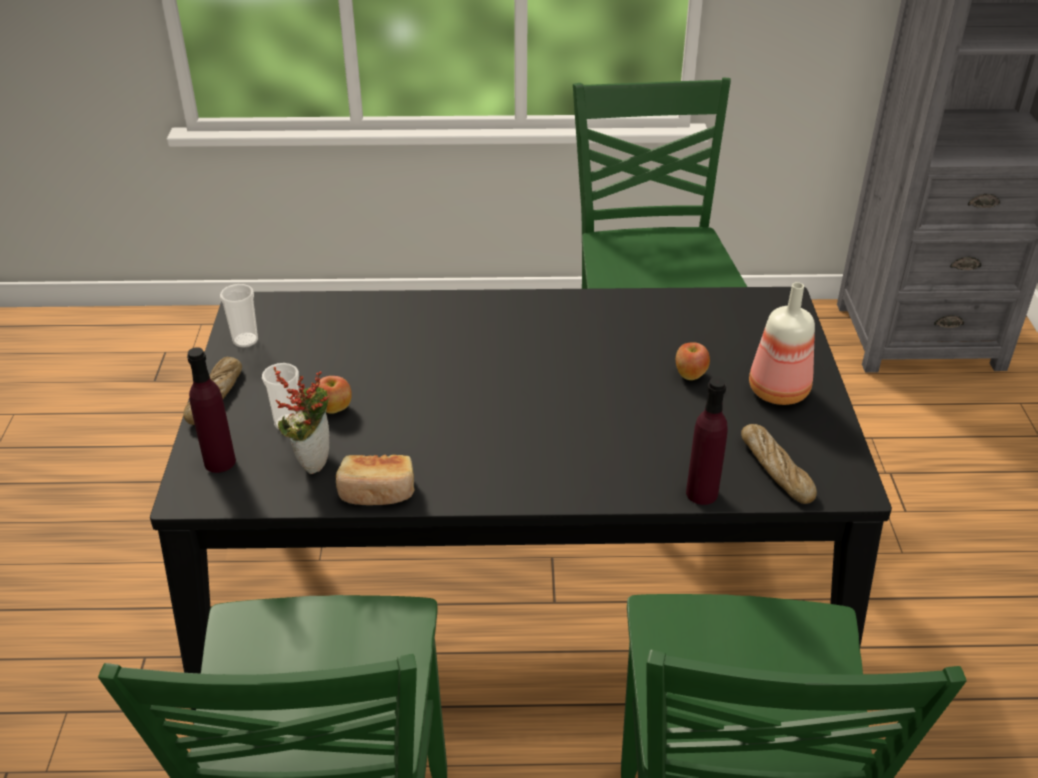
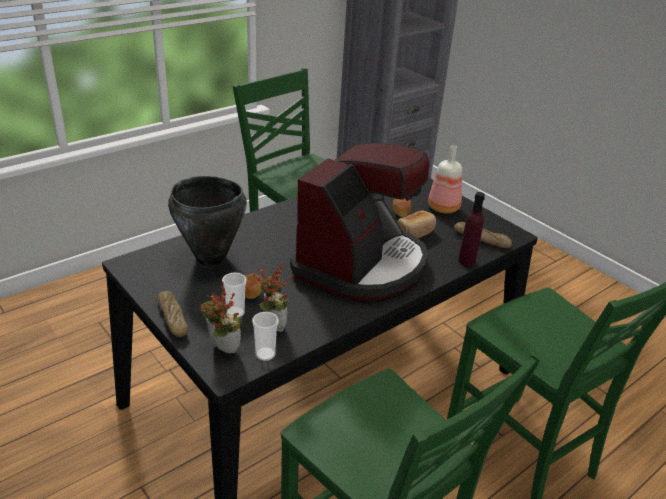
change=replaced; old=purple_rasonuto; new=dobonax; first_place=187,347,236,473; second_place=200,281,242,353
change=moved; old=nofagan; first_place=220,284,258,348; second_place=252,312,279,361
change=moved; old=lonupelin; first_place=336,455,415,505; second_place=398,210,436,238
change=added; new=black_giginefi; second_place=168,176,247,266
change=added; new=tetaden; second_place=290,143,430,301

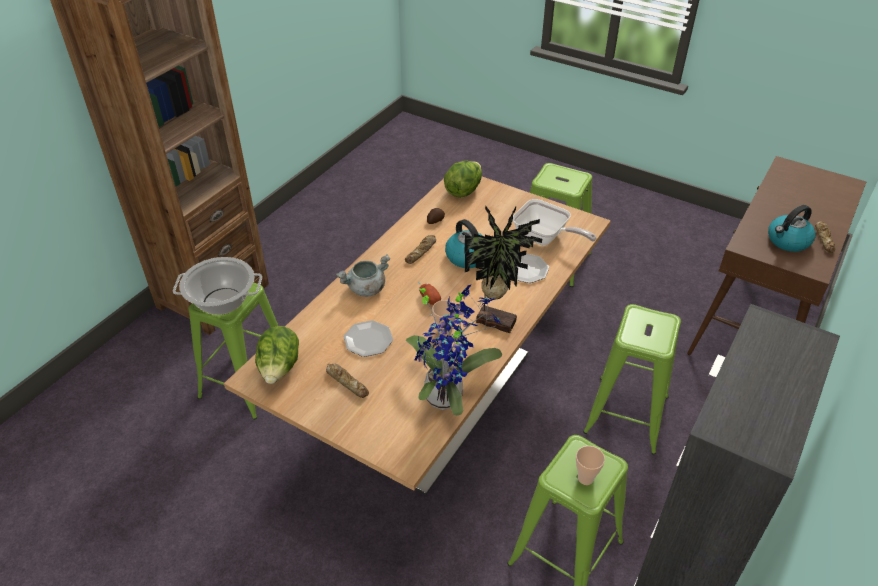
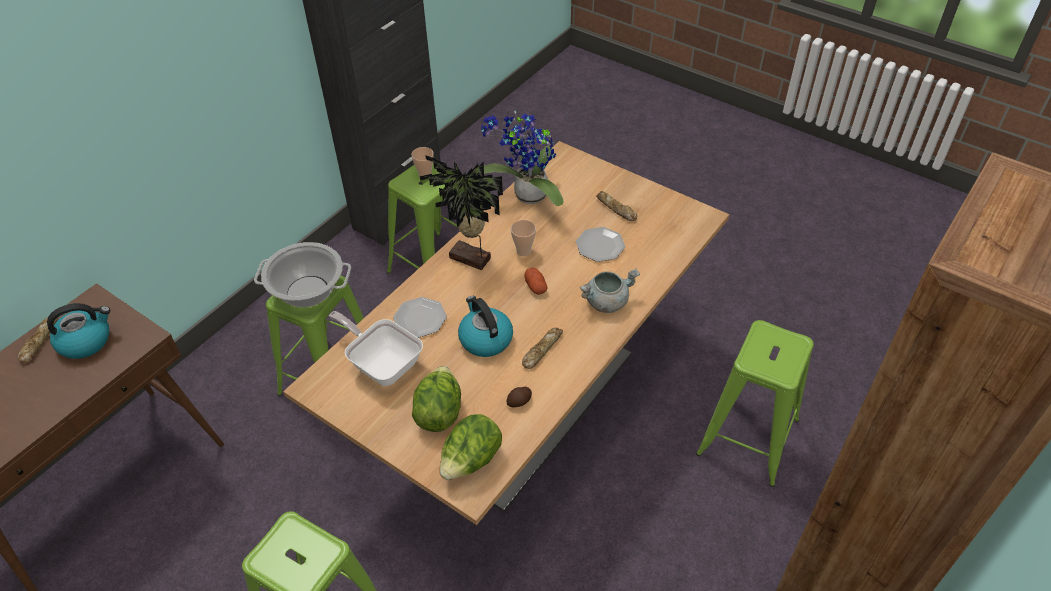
change=moved; old=giginefi; first_place=173,257,262,315; second_place=254,242,351,307
change=moved; old=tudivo; first_place=255,326,299,384; second_place=412,366,461,432

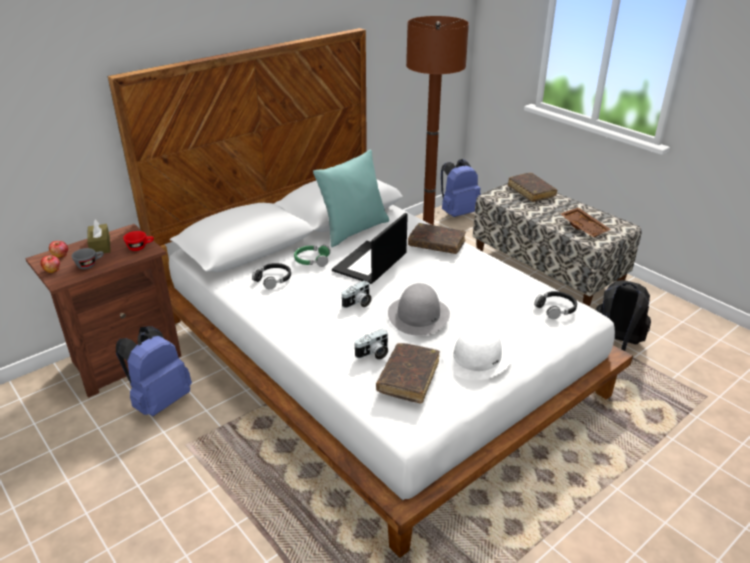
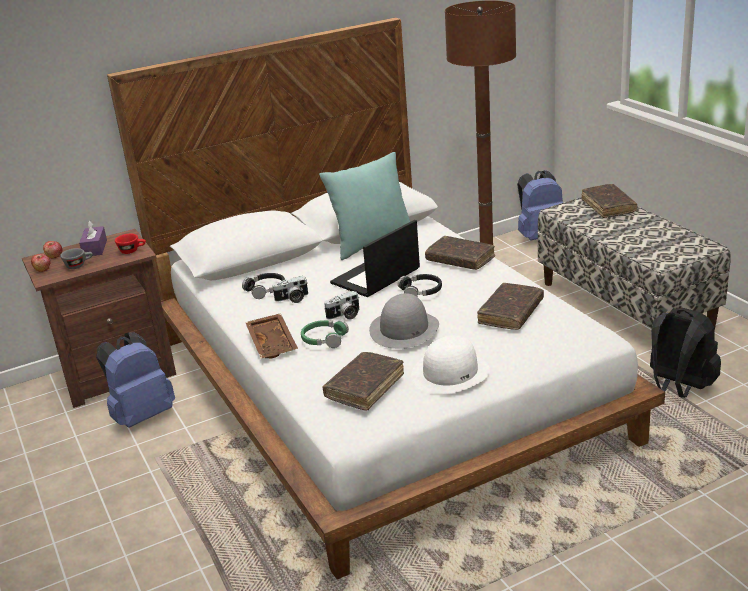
change=recoloured; old=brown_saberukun; new=purple_saberukun; first_place=87,219,110,253; second_place=79,220,107,257
change=moved; old=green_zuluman; first_place=294,245,331,267; second_place=301,320,349,348
change=moved; old=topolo; first_place=354,329,388,360; second_place=273,276,308,303
change=moved; old=black_zuluman; first_place=534,291,577,319; second_place=398,274,442,296
change=moved; old=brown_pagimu; first_place=561,207,611,237; second_place=245,313,298,359
change=added; new=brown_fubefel; second_place=477,283,544,330

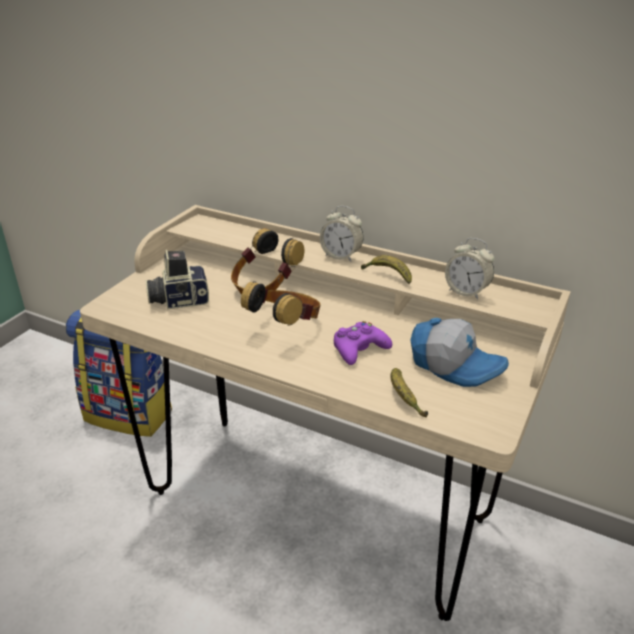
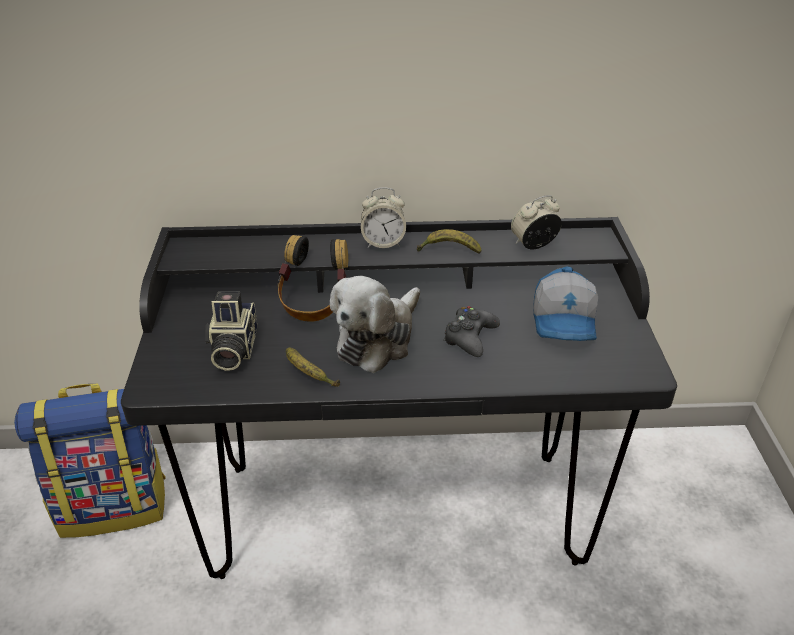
change=recoloured; old=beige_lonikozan; new=black_lonikozan; first_place=80,205,571,621; second_place=121,217,677,579
change=turned; old=topolo; first_place=145,250,209,309; second_place=205,291,257,371; degrees=-45
change=replaced; old=zuluman; new=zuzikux; first_place=241,281,321,326; second_place=330,276,420,373
change=recoloured; old=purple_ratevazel; new=black_ratevazel; first_place=334,321,392,365; second_place=443,306,500,357
change=moved; old=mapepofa; first_place=390,368,428,418; second_place=286,347,340,386
change=turned; old=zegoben; first_place=410,318,509,387; second_place=533,266,598,341; degrees=90
change=turned; old=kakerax; first_place=445,238,494,300; second_place=511,195,562,249; degrees=150

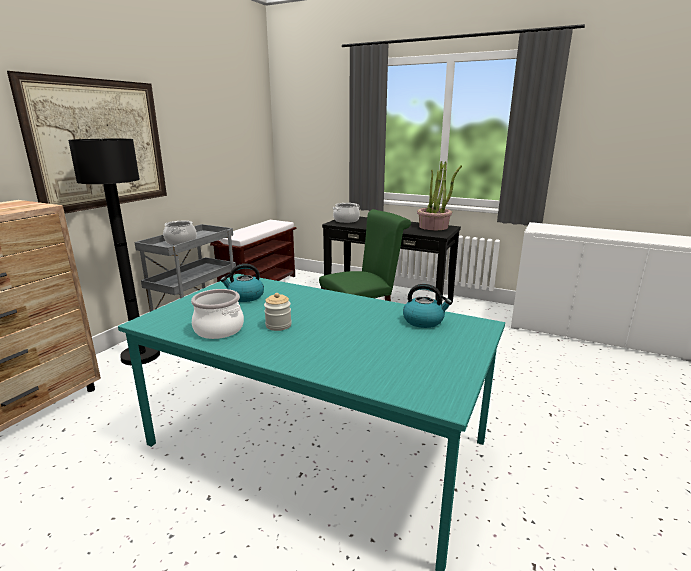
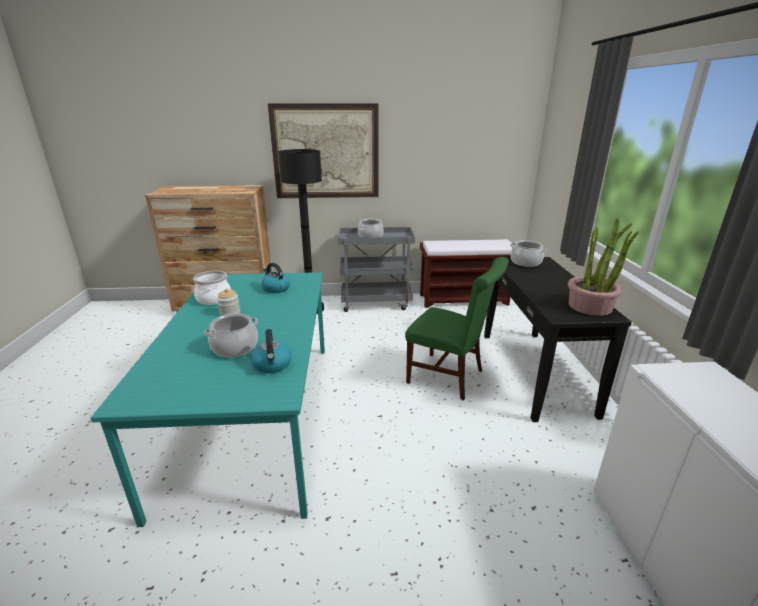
change=added; new=giginefi; second_place=204,313,258,358

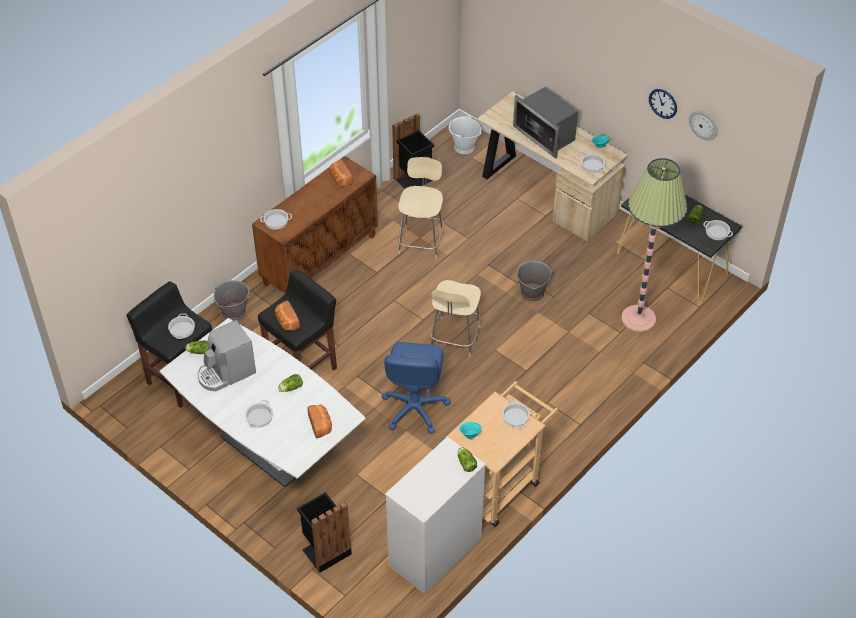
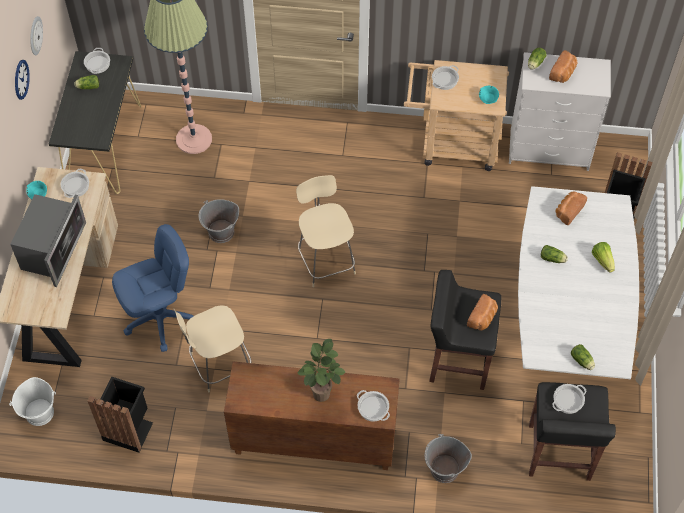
change=removed; old=tetaden; first_place=197,320,256,391
change=replaced; old=giginefi; new=tudivo; first_place=245,400,273,428; second_place=592,242,615,273
change=moved; old=lonupelin; first_place=329,160,353,187; second_place=549,50,578,83
change=moved; old=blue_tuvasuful; first_place=382,342,451,434; second_place=112,224,193,352
change=turned; old=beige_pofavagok; first_place=430,280,481,357; second_place=296,175,356,287; degrees=-90
change=added; new=dobonax; second_place=298,339,345,402

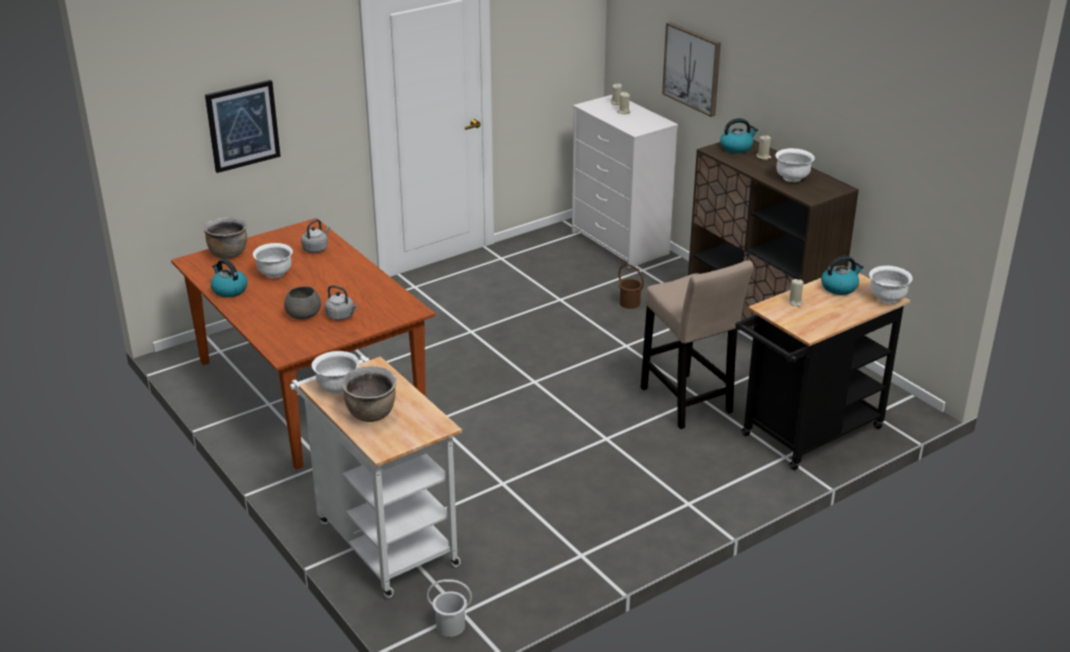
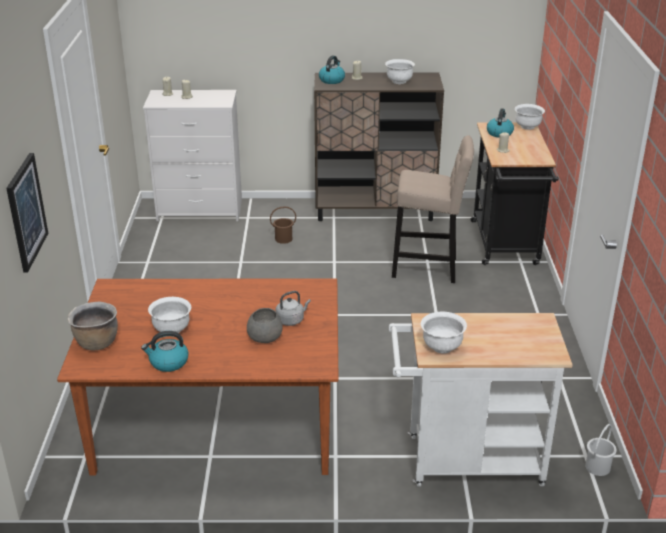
change=removed; old=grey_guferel; first_place=301,219,330,253
change=removed; old=brown_giginefi; first_place=341,366,397,422
change=removed; old=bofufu; first_place=662,22,721,117

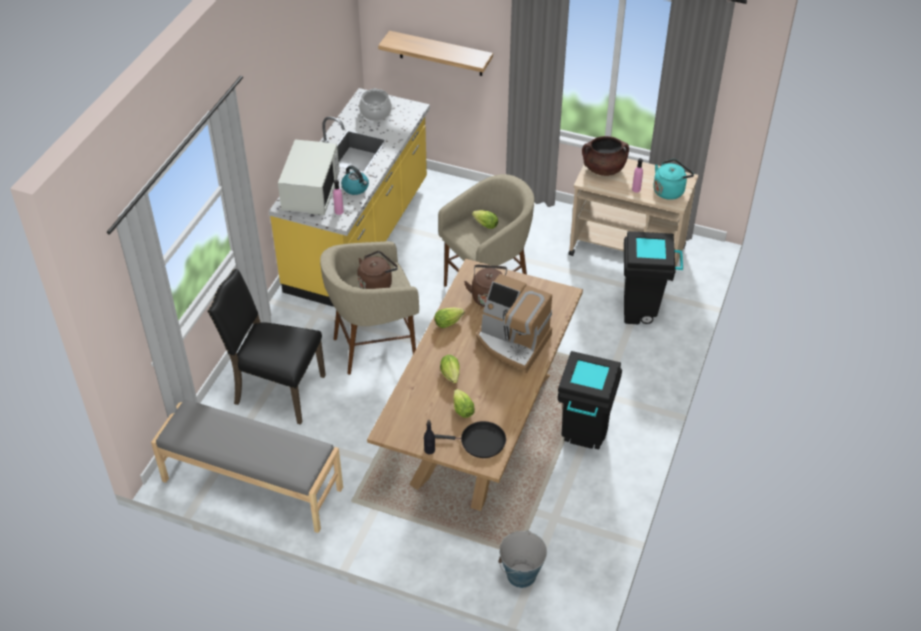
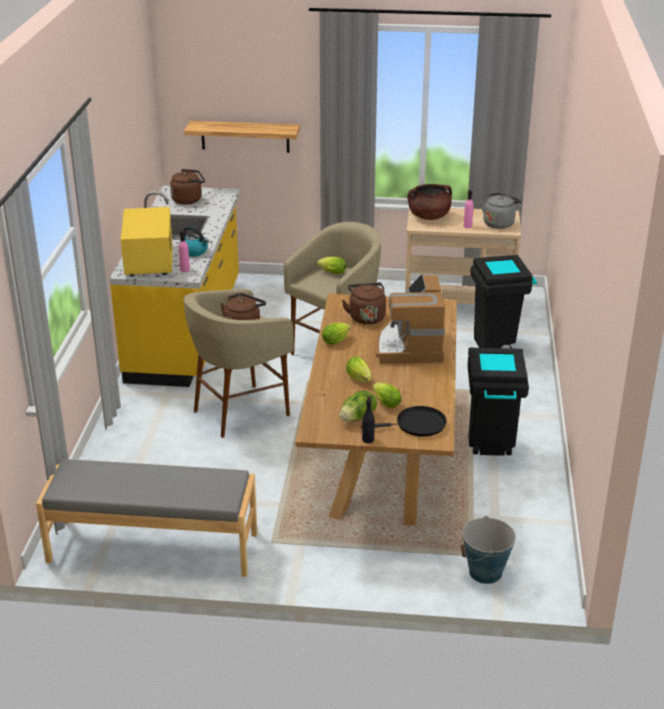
change=removed; old=black_pofavagok; first_place=207,269,326,425
change=recoloured; old=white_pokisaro; new=yellow_pokisaro; first_place=278,139,339,215; second_place=121,207,172,277
change=replaced; old=giginefi; new=brown_guferel; first_place=359,88,392,121; second_place=170,169,205,205
change=turned; old=tetaden; first_place=476,274,552,373; second_place=375,274,445,364; degrees=75
change=recoloured; old=turquoise_guferel; new=grey_guferel; first_place=653,159,694,200; second_place=481,193,522,229
change=added; new=tudivo; second_place=339,391,377,421

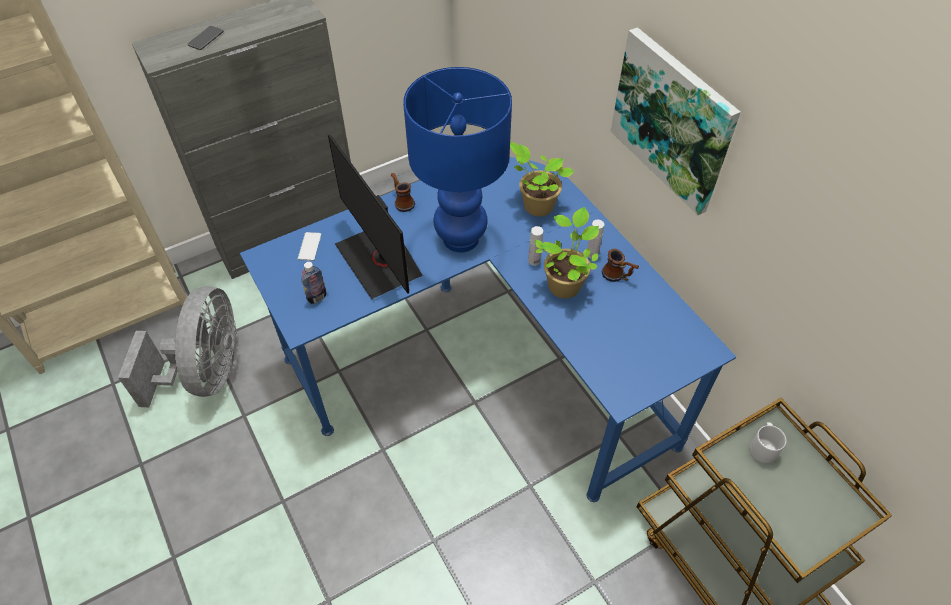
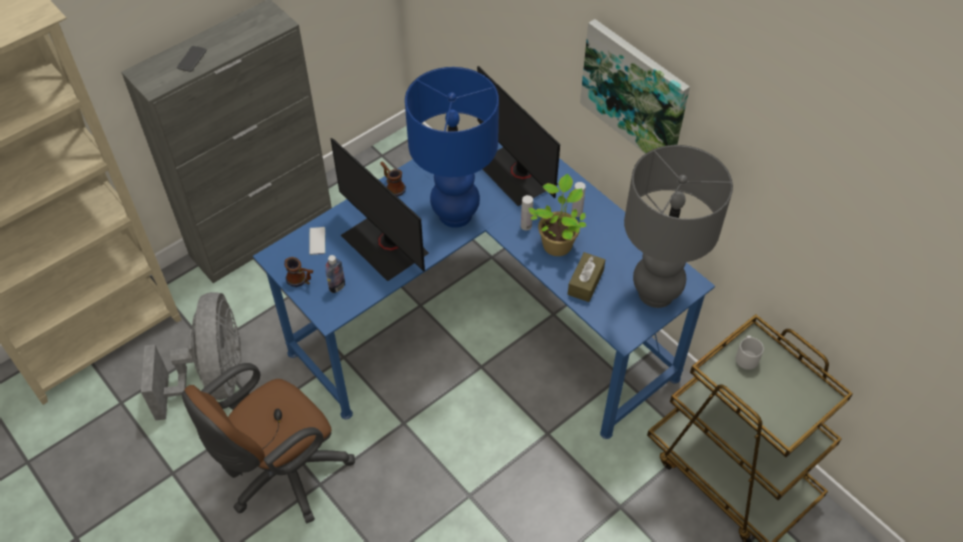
change=replaced; old=dobonax; new=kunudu; first_place=510,142,574,216; second_place=477,66,560,206
change=moved; old=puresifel; first_place=602,249,639,282; second_place=284,257,313,287
change=added; new=brown_tuvasuful; second_place=182,363,355,523
change=added; new=brown_saberukun; second_place=568,252,605,302
change=added; new=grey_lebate; second_place=624,145,733,308

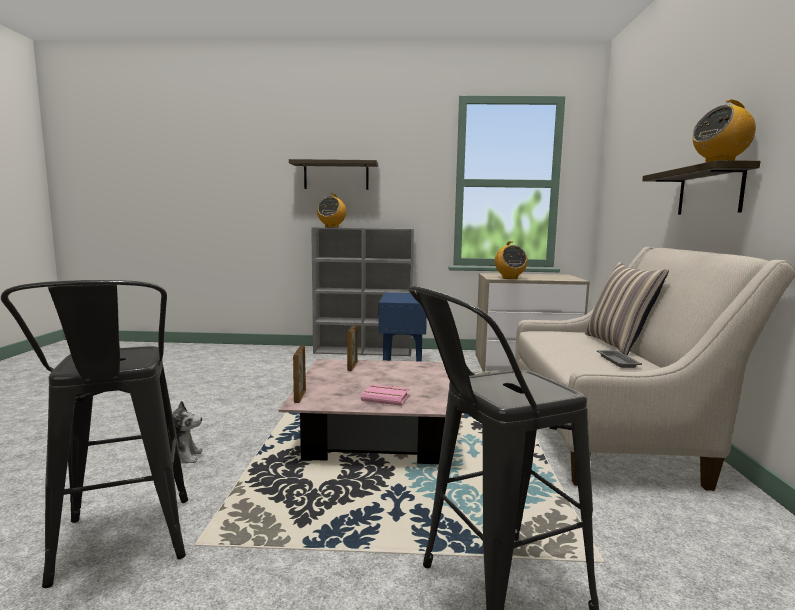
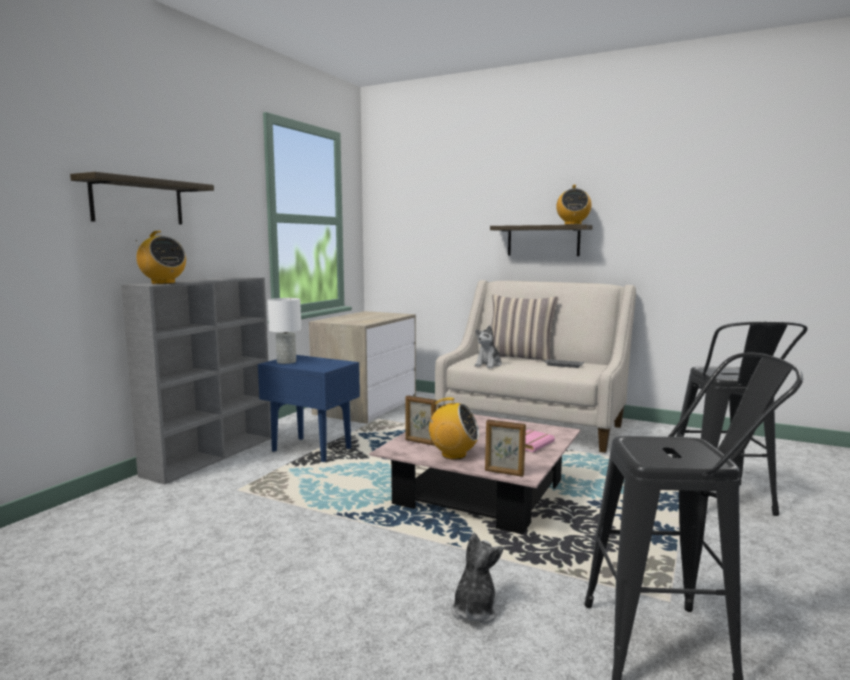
change=moved; old=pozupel; first_place=495,241,528,279; second_place=424,397,479,460
change=added; new=white_lebate; second_place=268,298,301,364
change=added; new=zuzikux; second_place=474,325,502,368

